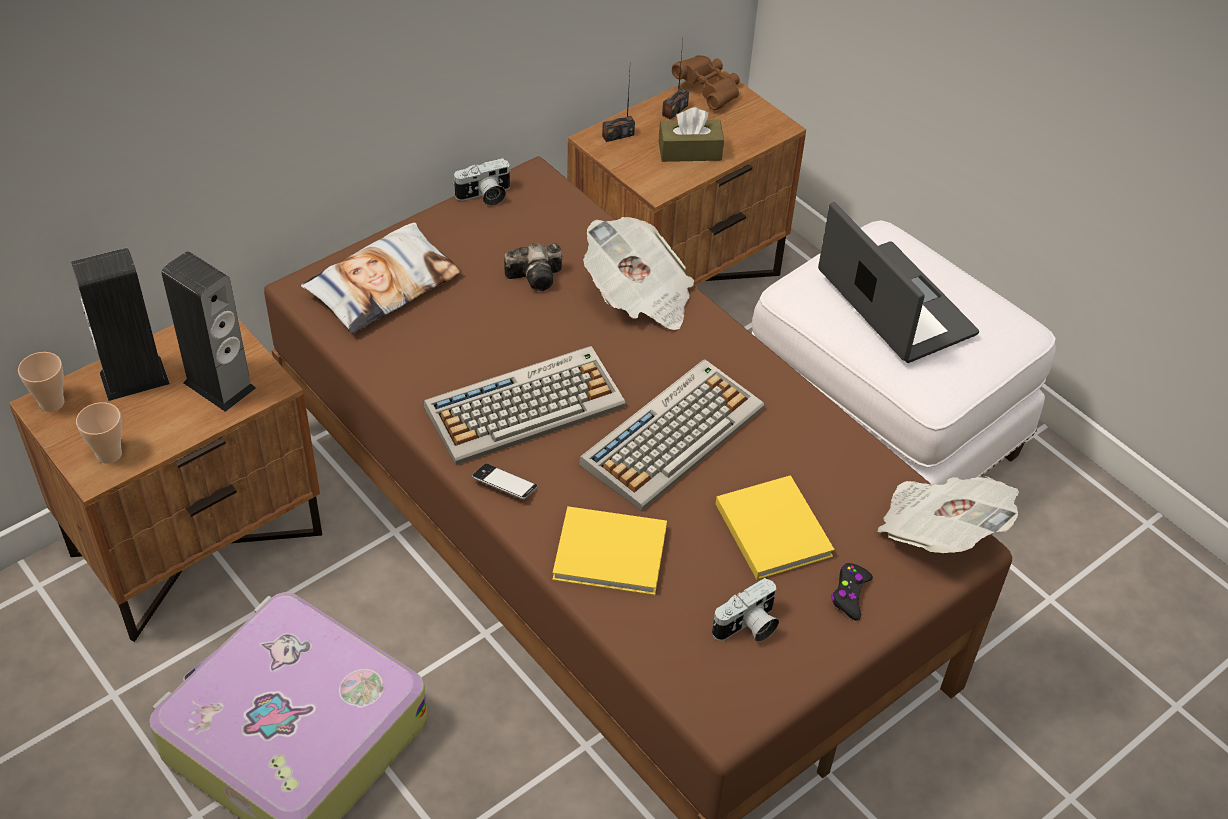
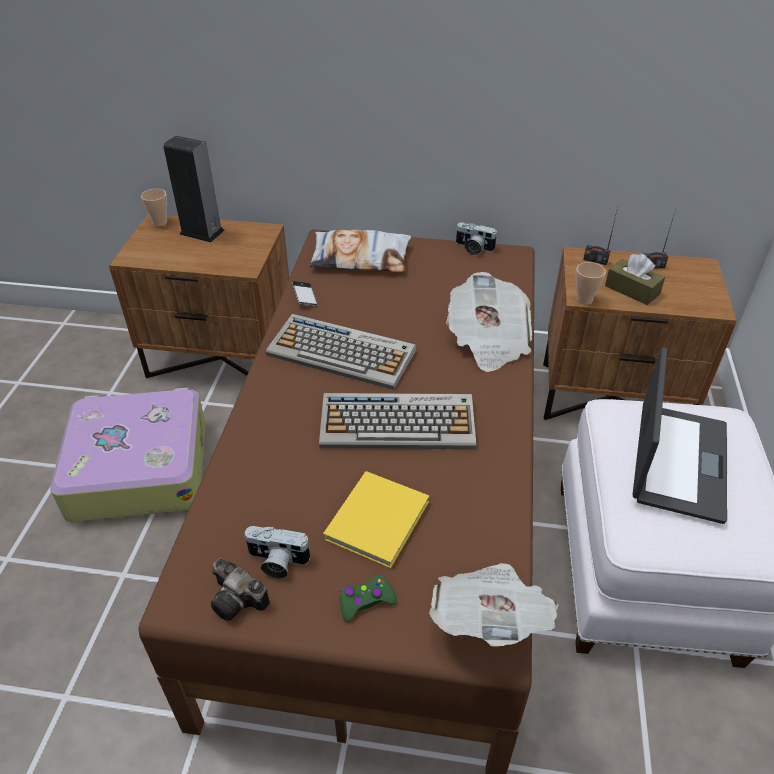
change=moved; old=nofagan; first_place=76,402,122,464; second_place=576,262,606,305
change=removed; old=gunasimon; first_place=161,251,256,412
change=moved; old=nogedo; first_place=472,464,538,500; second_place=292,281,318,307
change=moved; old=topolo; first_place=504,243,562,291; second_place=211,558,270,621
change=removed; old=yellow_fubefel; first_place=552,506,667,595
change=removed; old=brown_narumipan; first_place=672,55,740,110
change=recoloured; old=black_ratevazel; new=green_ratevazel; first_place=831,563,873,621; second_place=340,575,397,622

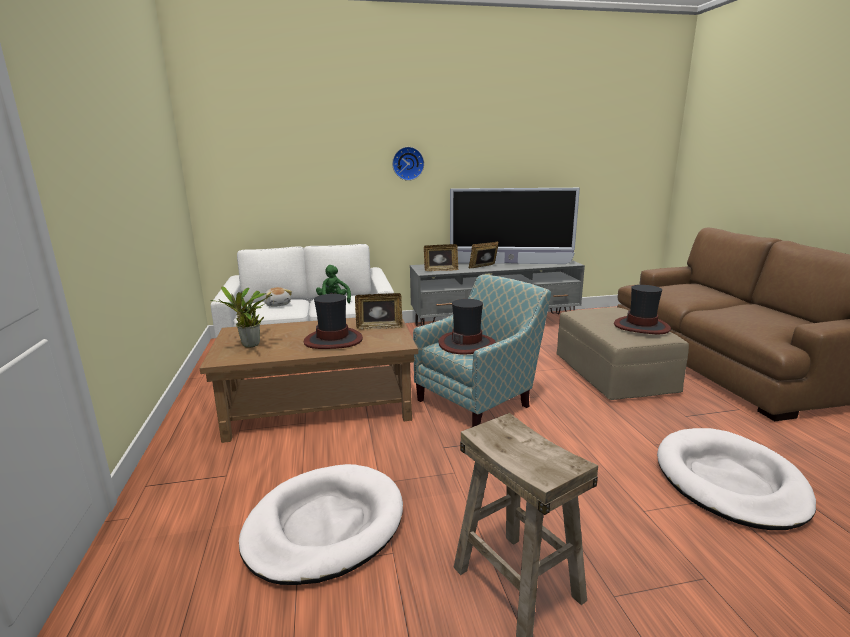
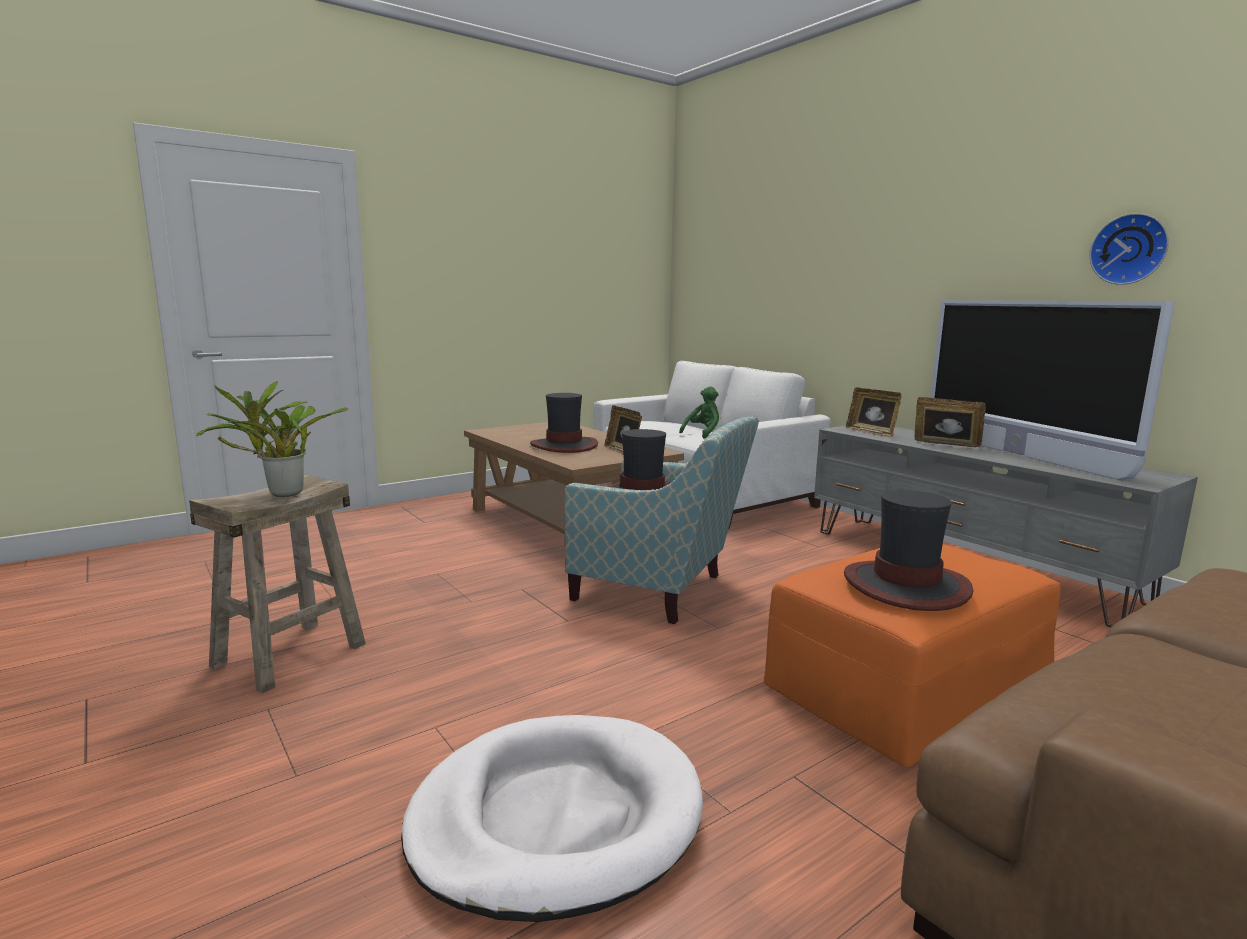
change=moved; old=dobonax; first_place=210,287,272,348; second_place=196,381,349,497
change=removed; old=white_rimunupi; first_place=239,464,403,585
change=removed; old=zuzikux; first_place=264,287,292,307
change=moved; old=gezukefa; first_place=392,147,424,181; second_place=1089,213,1169,285
change=recoloured; old=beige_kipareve; new=orange_kipareve; first_place=557,307,689,400; second_place=764,544,1061,767

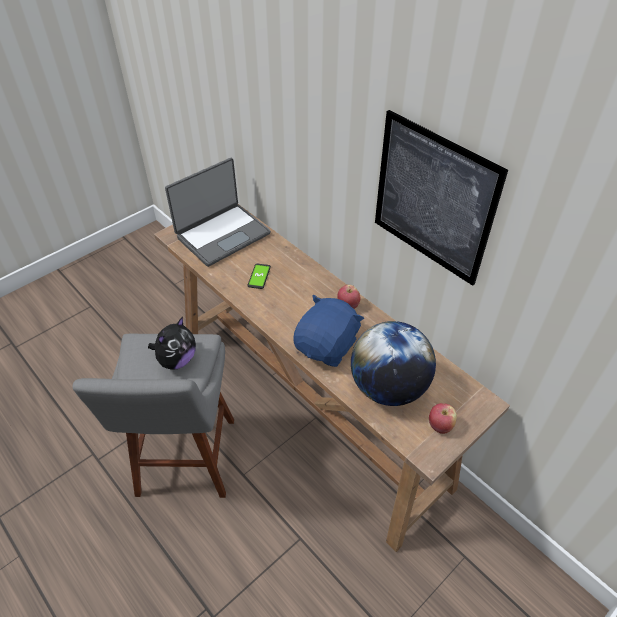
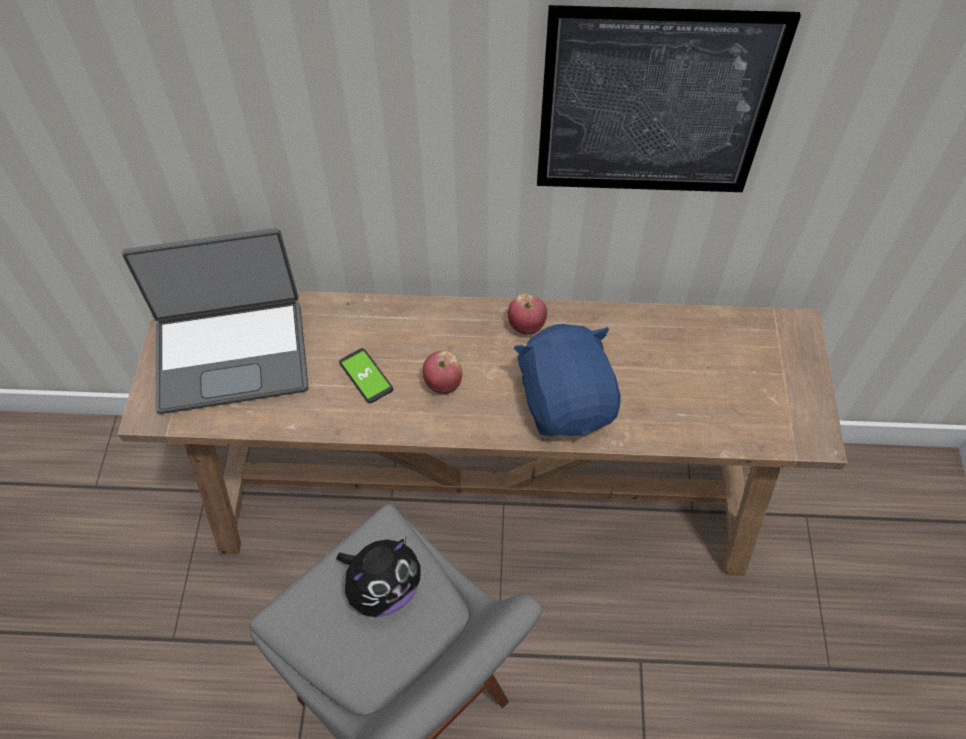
change=turned; old=zuzikux; first_place=148,317,196,370; second_place=336,539,421,617; degrees=60
change=turned; old=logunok; first_place=165,158,271,267; second_place=122,228,308,414; degrees=75
change=removed; old=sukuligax; first_place=351,321,436,406
change=moved; old=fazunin; first_place=429,403,457,434; second_place=422,351,462,394

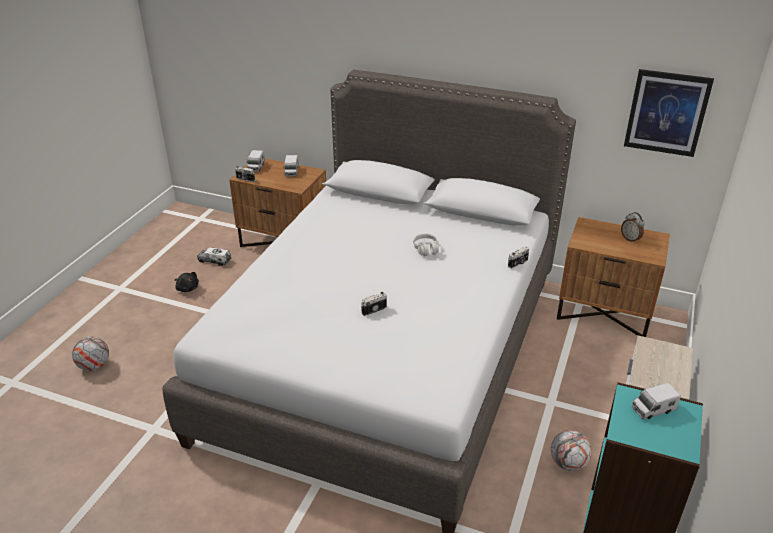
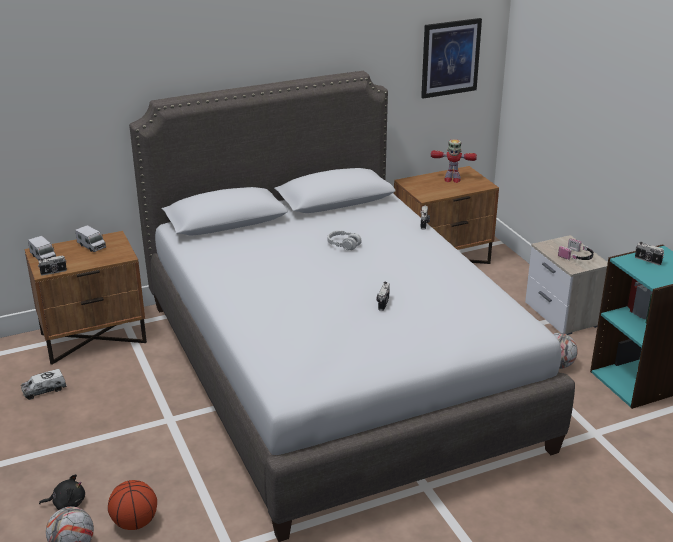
change=moved; old=black_zuzikux; first_place=175,272,199,292; second_place=39,474,85,510
change=replaced; old=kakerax; new=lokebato; first_place=621,212,645,243; second_place=431,139,477,183
change=replaced; old=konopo; new=topolo; first_place=632,383,681,419; second_place=635,242,664,265
change=added; new=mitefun; second_place=108,480,157,530
change=added; new=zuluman; second_place=558,239,594,260

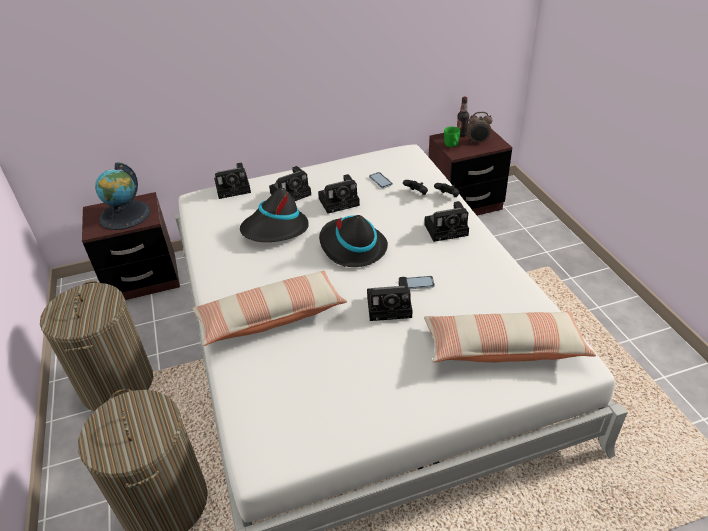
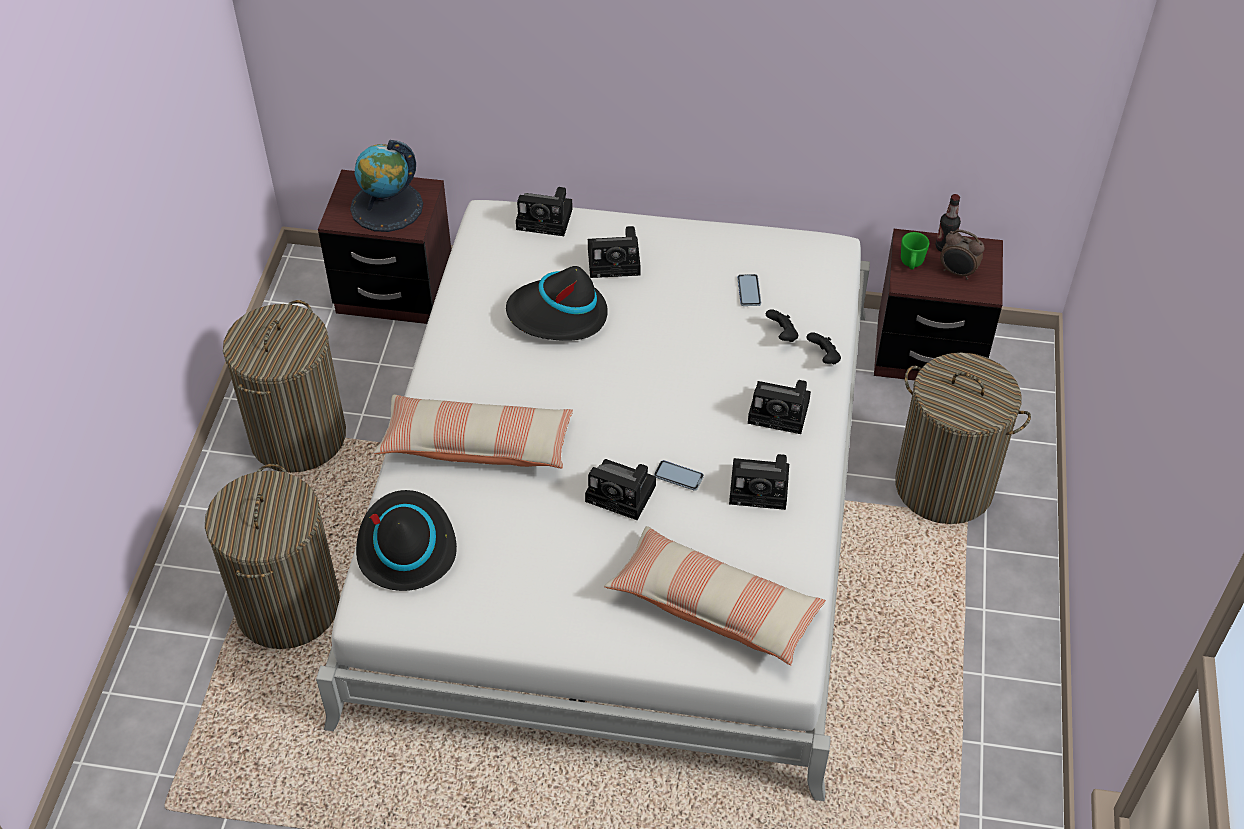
change=moved; old=topolo; first_place=318,174,360,214; second_place=729,454,789,510
change=moved; old=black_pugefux; first_place=319,215,388,267; second_place=356,490,457,591
change=added; new=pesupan; second_place=895,352,1031,524

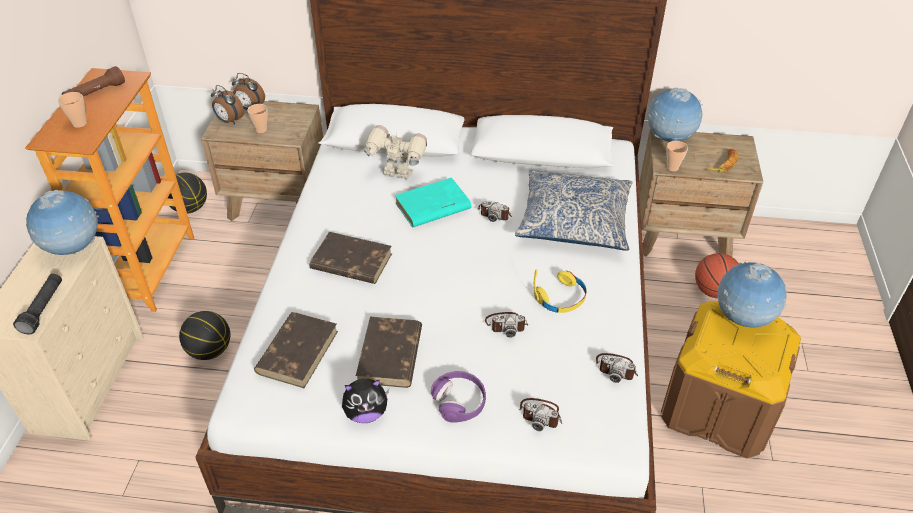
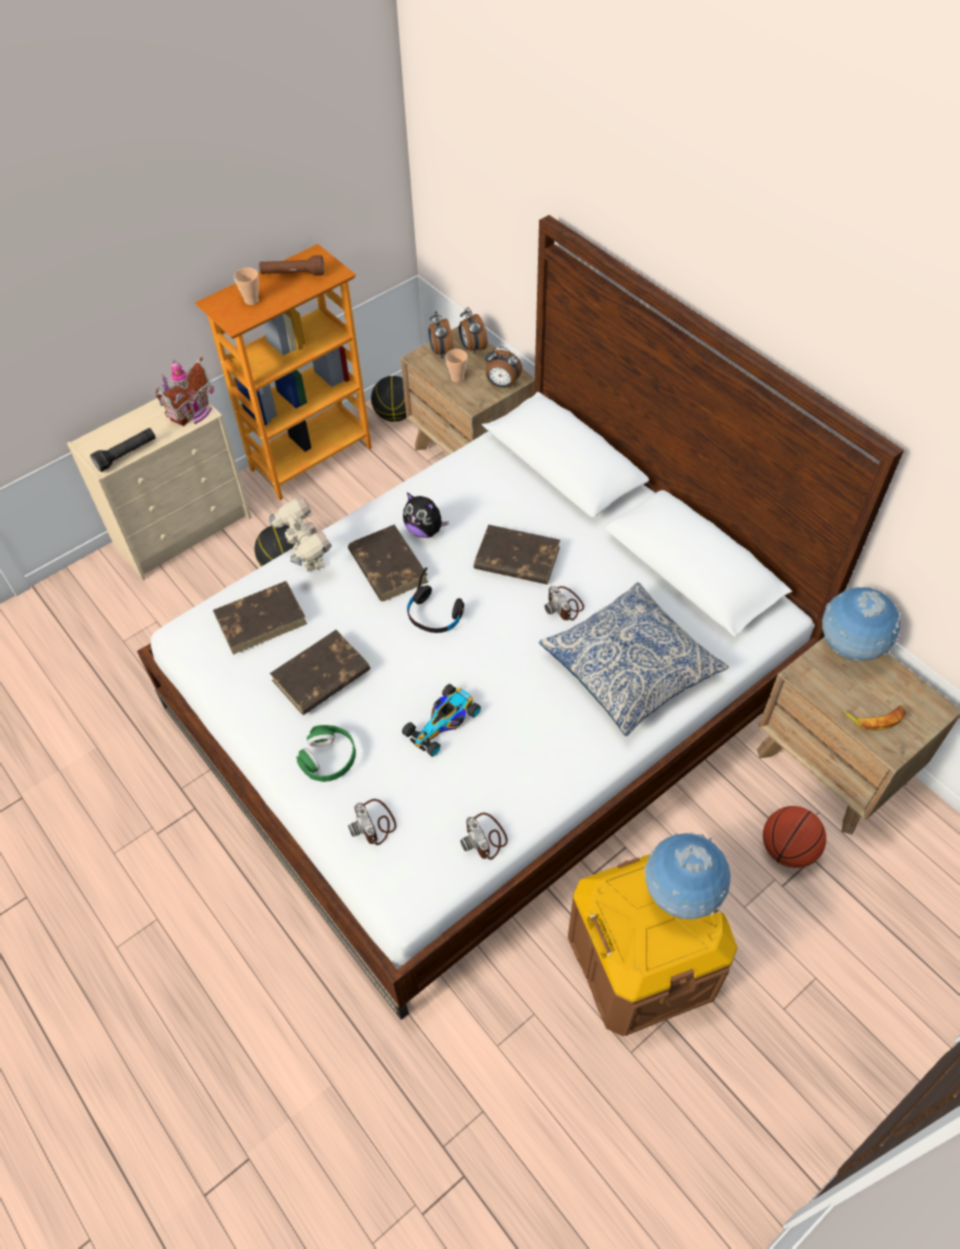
change=replaced; old=sukuligax; new=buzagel; first_place=26,190,99,255; second_place=156,357,214,426
change=moved; old=zuzikux; first_place=342,379,389,423; second_place=403,493,449,538
change=moved; old=lokebato; first_place=363,125,427,179; second_place=269,497,332,572
change=recoloured; old=turquoise_fubefel; new=brown_fubefel; first_place=395,177,472,227; second_place=474,525,560,584
change=recoloured; old=purple_zuluman; new=green_zuluman; first_place=431,371,486,423; second_place=296,725,356,782
change=replaced; old=topolo; new=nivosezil; first_place=485,312,528,338; second_place=402,684,481,757
change=removed; old=yellow_zuluman; first_place=534,270,587,313
change=removed; old=nofagan; first_place=667,141,688,171
change=added; new=black_zuluman; second_place=407,567,464,633
change=added; new=kakerax; second_place=485,346,522,388

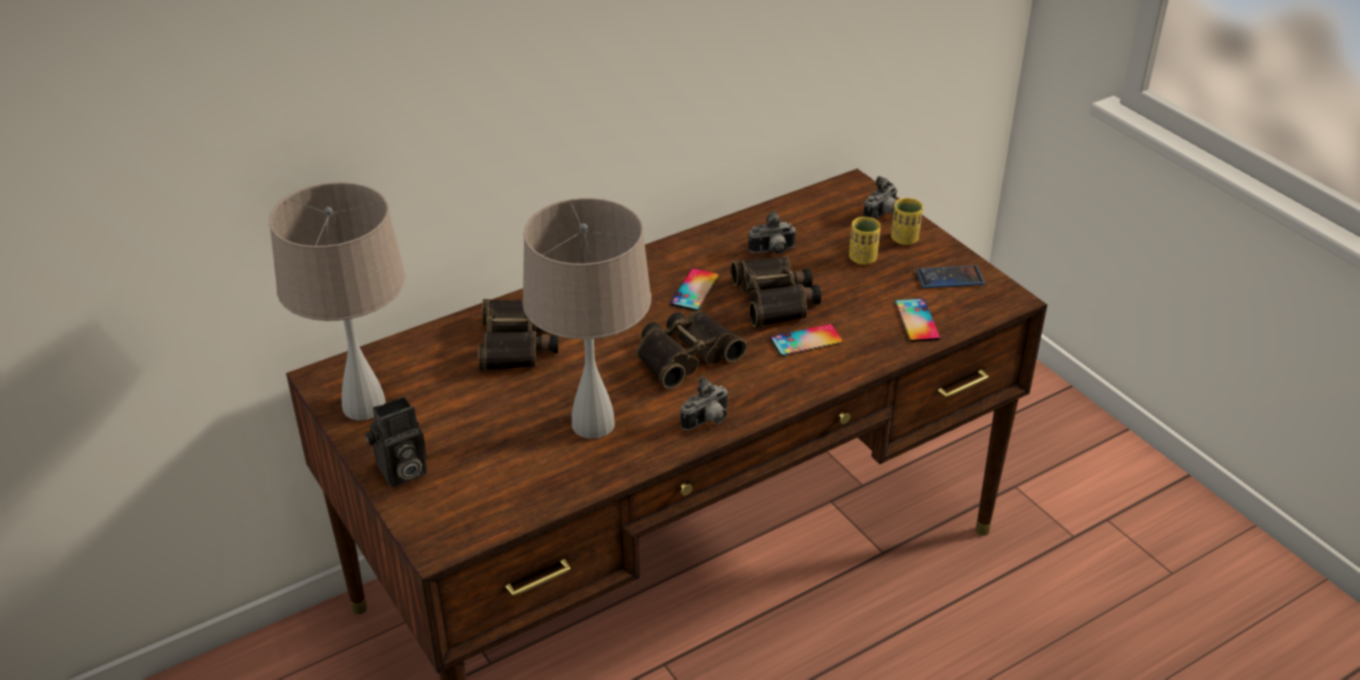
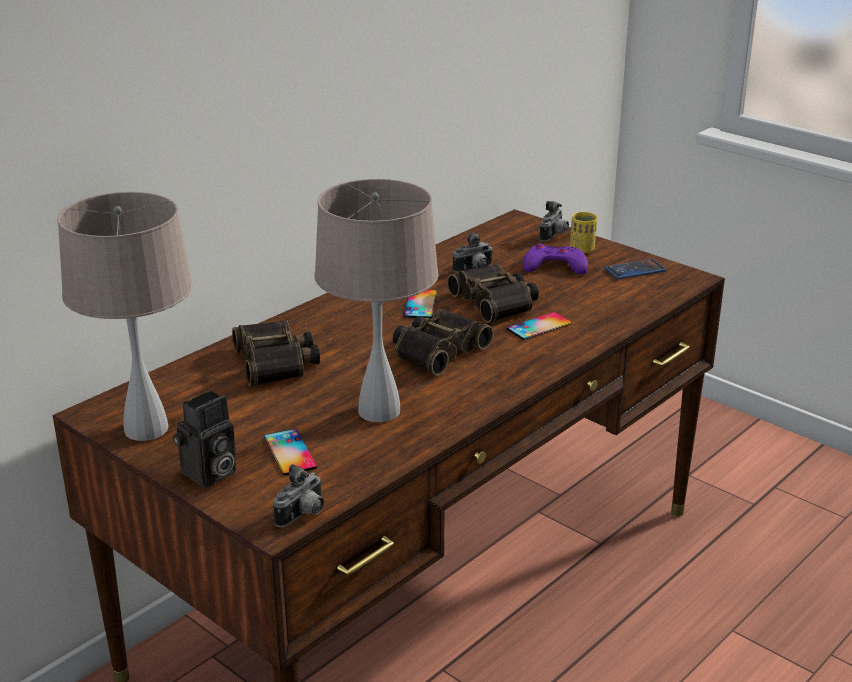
change=moved; old=topolo; first_place=681,377,729,430; second_place=273,464,324,527
change=replaced; old=yellow_nofagan; new=purple_ratevazel; first_place=849,217,881,265; second_place=523,243,588,274
change=moved; old=nogedo; first_place=895,298,940,342; second_place=264,429,317,476

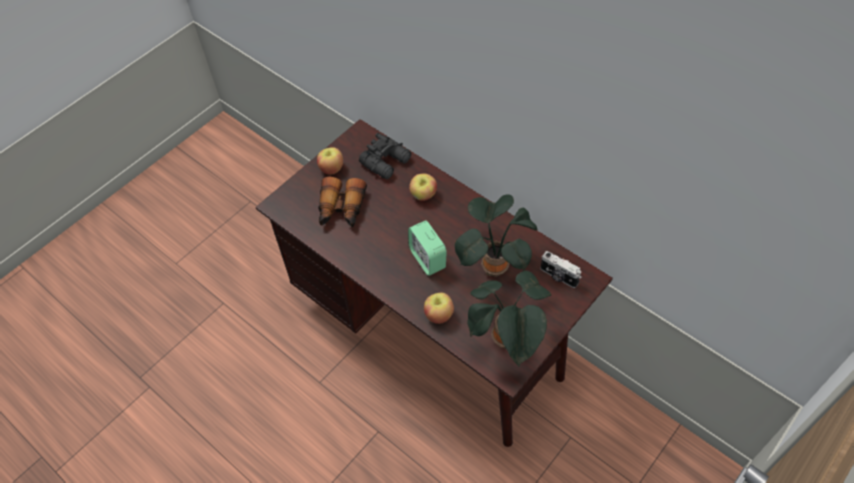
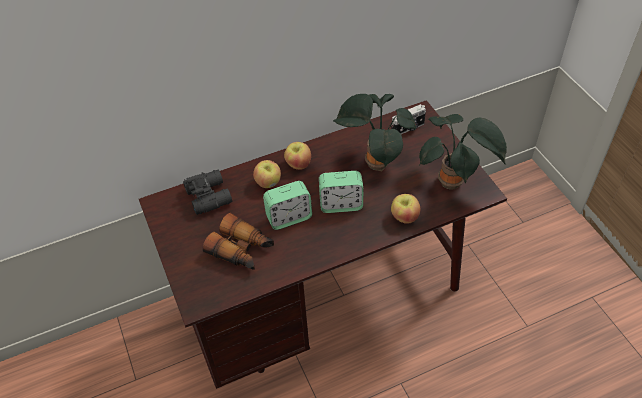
change=moved; old=fazunin; first_place=317,147,343,175; second_place=284,142,311,170
change=added; new=kakerax; second_place=263,181,312,230

